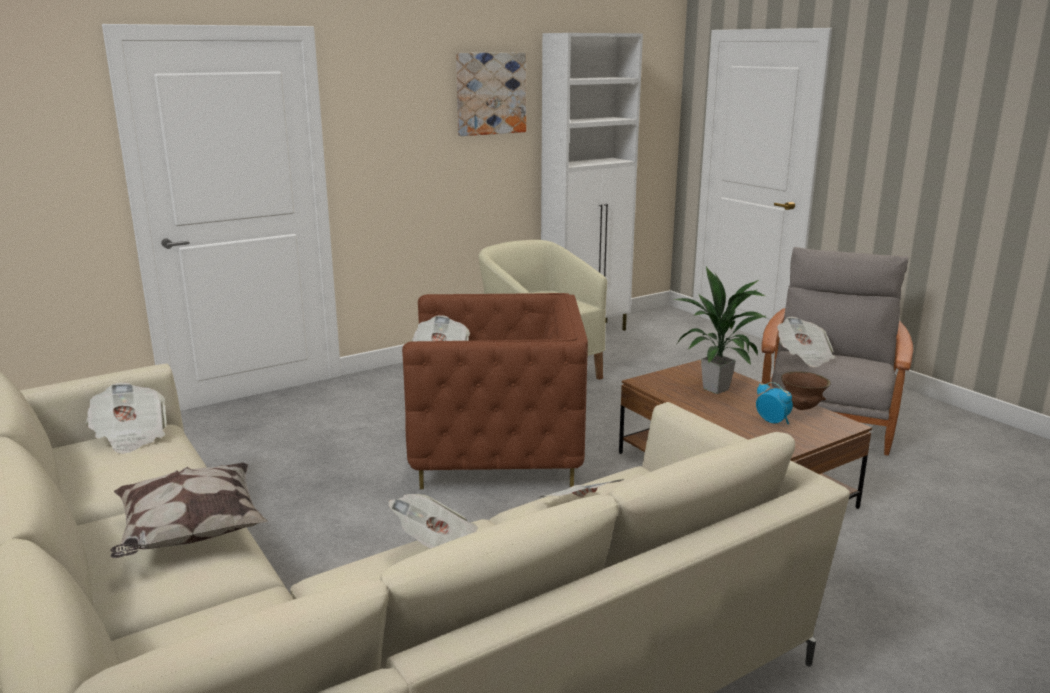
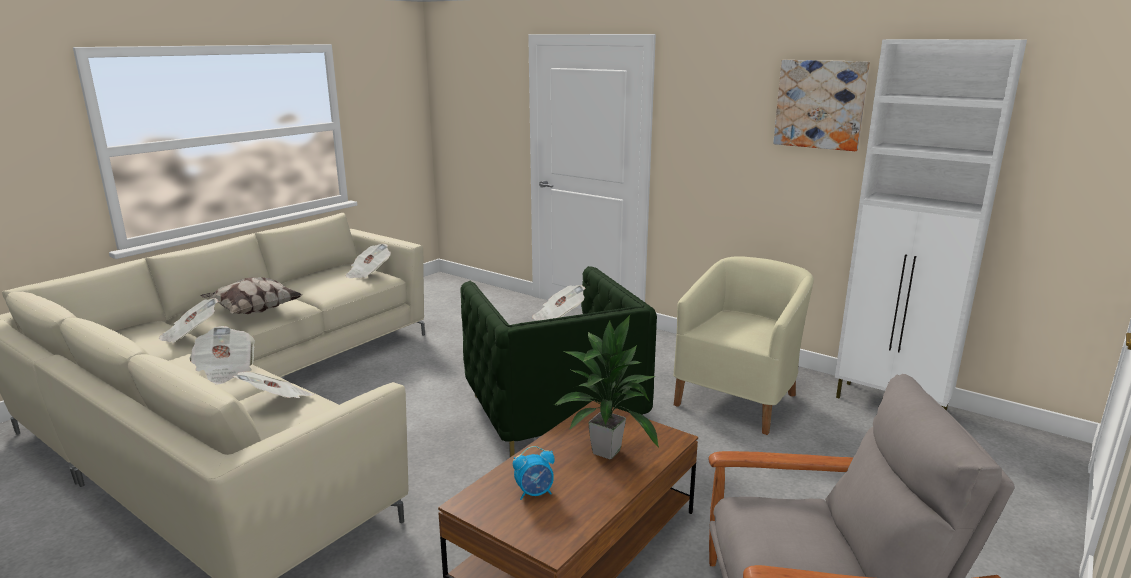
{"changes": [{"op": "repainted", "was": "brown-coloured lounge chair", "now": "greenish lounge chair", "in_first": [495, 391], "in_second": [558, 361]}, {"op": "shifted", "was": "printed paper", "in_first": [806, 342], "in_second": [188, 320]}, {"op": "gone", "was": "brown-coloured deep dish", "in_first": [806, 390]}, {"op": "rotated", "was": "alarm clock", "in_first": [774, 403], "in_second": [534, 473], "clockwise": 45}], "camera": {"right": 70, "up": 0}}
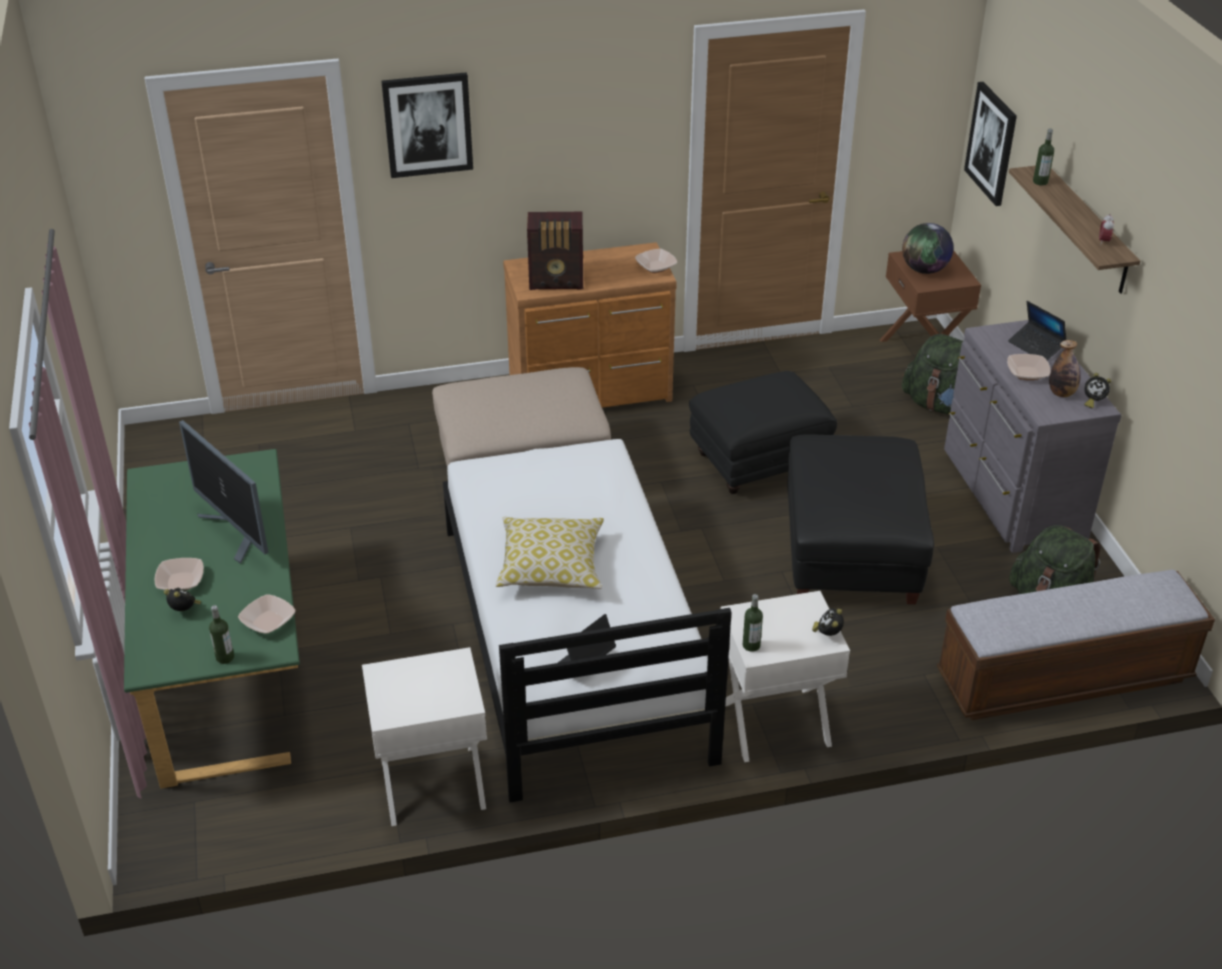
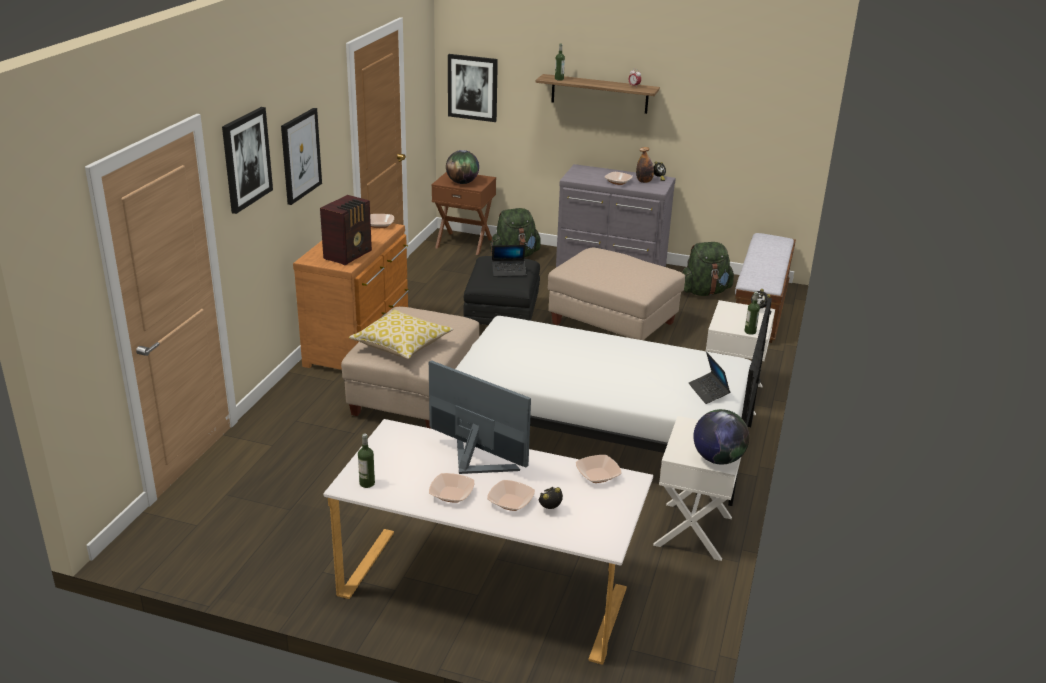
{"changes": [{"op": "shifted", "was": "notebook computer", "in_first": [1037, 331], "in_second": [509, 261]}, {"op": "rotated", "was": "computer screen", "in_first": [223, 492], "in_second": [480, 417], "clockwise": -135}, {"op": "repainted", "was": "blackish ottoman", "now": "beige-coloured ottoman", "in_first": [860, 519], "in_second": [616, 293]}, {"op": "repainted", "was": "greenish desk table", "now": "whitish desk table", "in_first": [212, 618], "in_second": [488, 542]}, {"op": "shifted", "was": "cushion", "in_first": [550, 553], "in_second": [401, 334]}, {"op": "shifted", "was": "drink bottle", "in_first": [221, 634], "in_second": [366, 461]}, {"op": "new", "now": "wall picture", "in_second": [301, 156]}, {"op": "new", "now": "world globe", "in_second": [721, 437]}, {"op": "new", "now": "deep dish", "in_second": [452, 488]}], "camera": {"right": -60, "up": -10}}
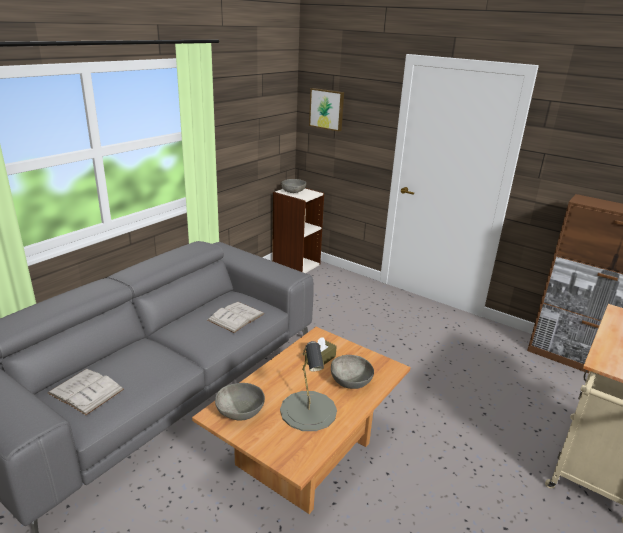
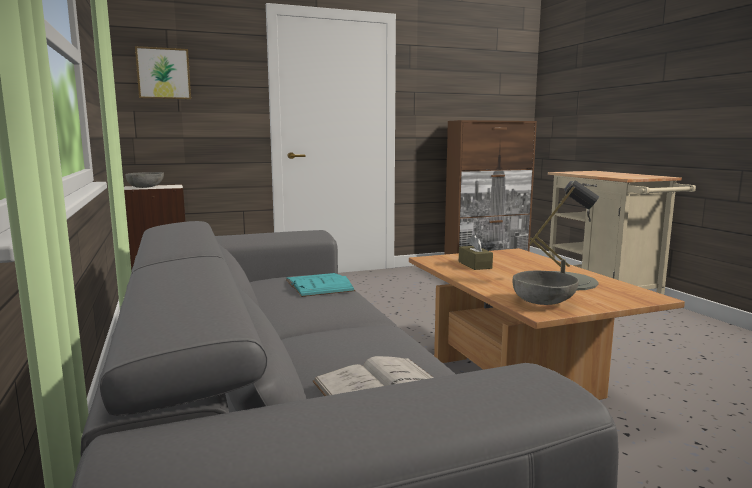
{"changes": [{"op": "repainted", "was": "whitish volume", "now": "turquoise volume", "in_first": [236, 317], "in_second": [320, 285]}, {"op": "gone", "was": "greyish deep dish", "in_first": [352, 372]}], "camera": {"right": -55, "up": -15}}
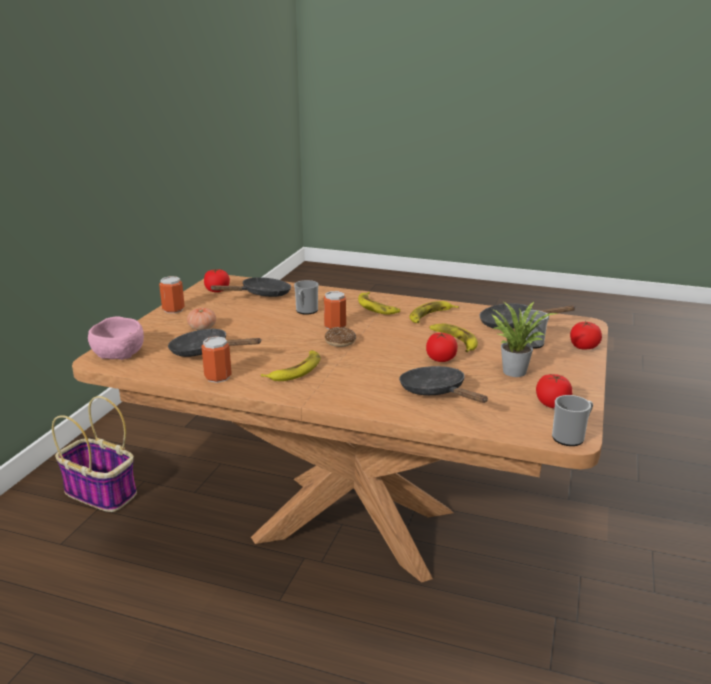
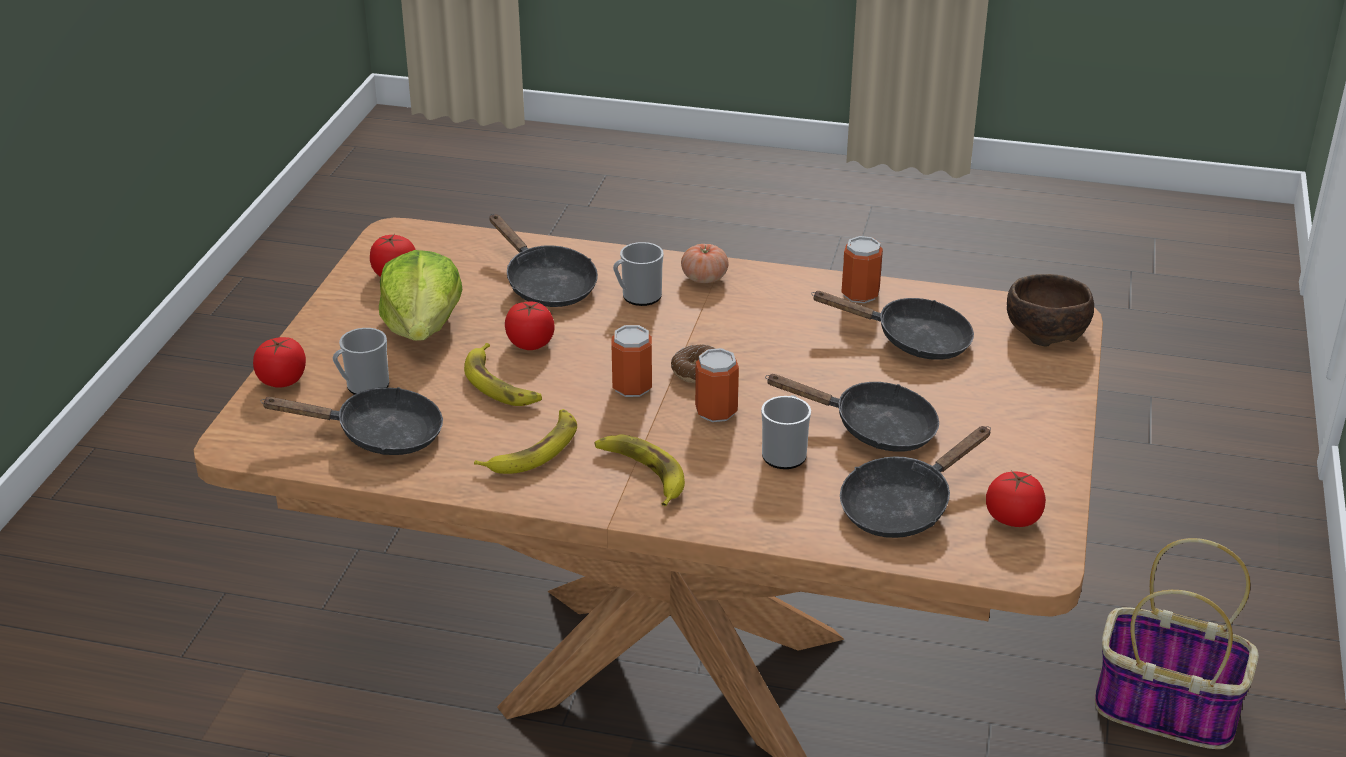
{"changes": [{"op": "shifted", "was": "metal can", "in_first": [172, 294], "in_second": [632, 361]}, {"op": "swapped", "was": "potted plant", "now": "head of lettuce", "in_first": [525, 339], "in_second": [420, 295]}, {"op": "shifted", "was": "fresh tomato", "in_first": [201, 319], "in_second": [705, 263]}, {"op": "repainted", "was": "pinkish deep dish", "now": "brown-coloured deep dish", "in_first": [116, 338], "in_second": [1050, 310]}, {"op": "gone", "was": "banana", "in_first": [291, 365]}, {"op": "shifted", "was": "coffee mug", "in_first": [572, 420], "in_second": [638, 274]}, {"op": "new", "now": "blackish frying pan", "in_second": [852, 413]}], "camera": {"right": 175, "up": 10}}
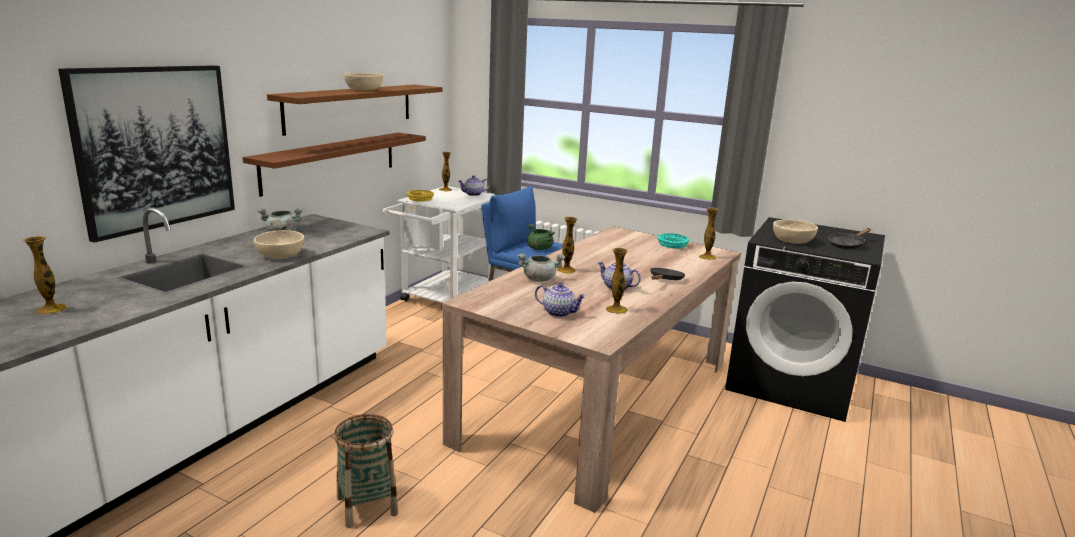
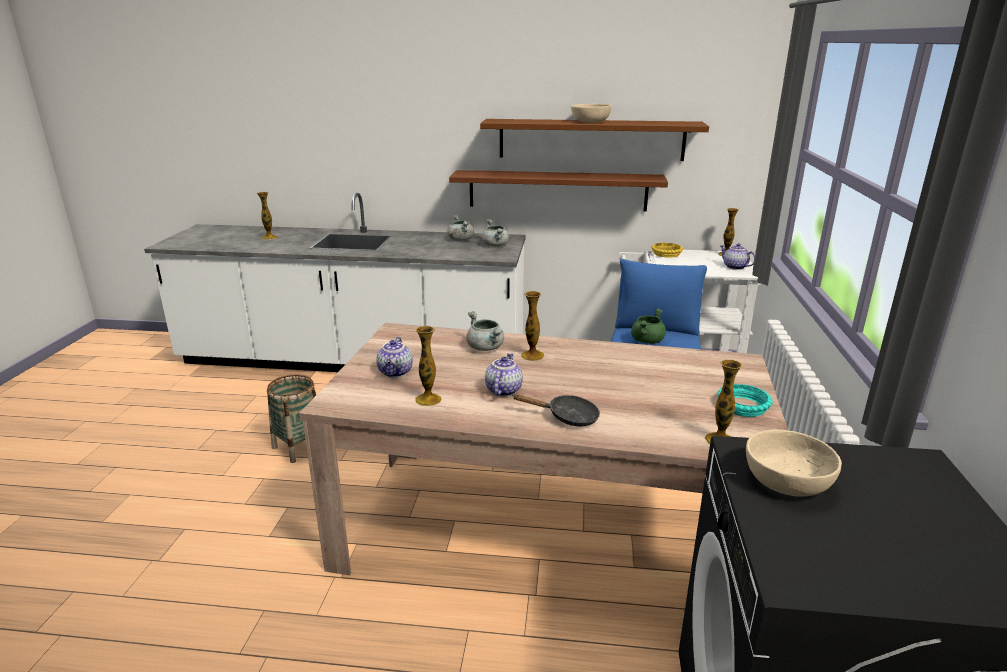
{"changes": [{"op": "gone", "was": "wall picture", "in_first": [146, 154]}, {"op": "gone", "was": "blackish frying pan", "in_first": [850, 238]}, {"op": "gone", "was": "beige-coloured deep dish", "in_first": [279, 244]}, {"op": "new", "now": "greyish cooking pot", "in_second": [495, 233]}], "camera": {"right": 70, "up": 5}}
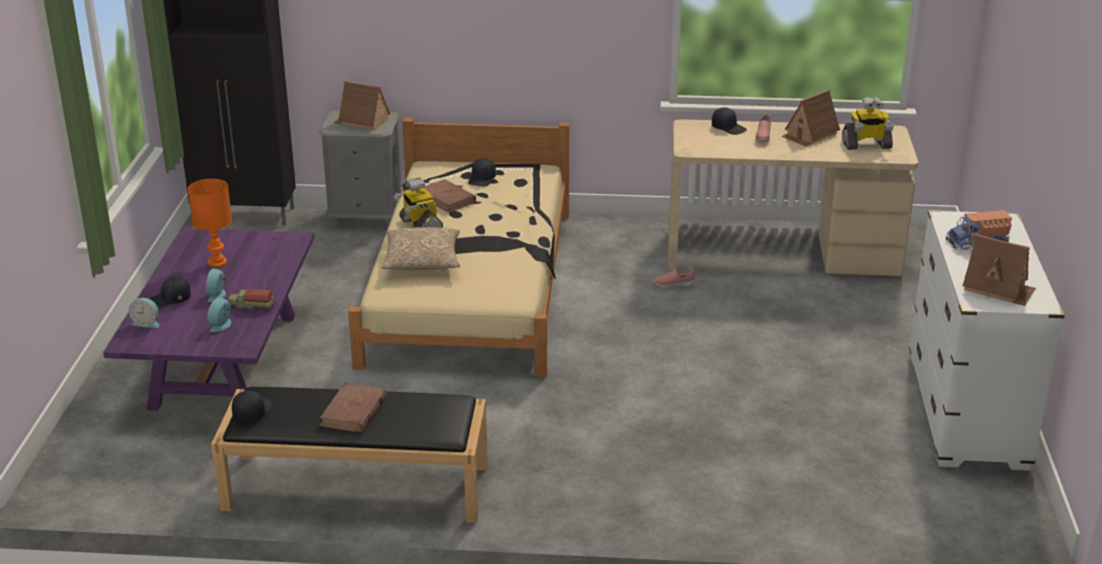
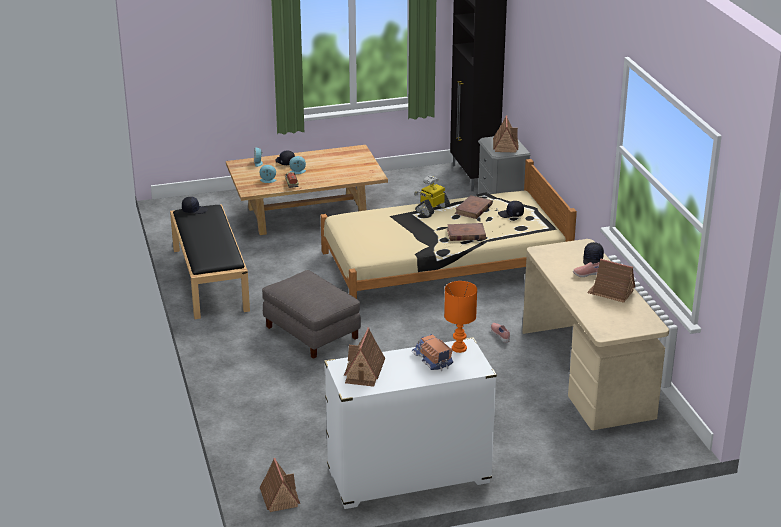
{"changes": [{"op": "gone", "was": "model robot", "in_first": [868, 123]}, {"op": "shifted", "was": "orange-coloured table lamp", "in_first": [210, 223], "in_second": [460, 317]}, {"op": "gone", "was": "cushion", "in_first": [421, 248]}, {"op": "repainted", "was": "purple-coloured low table", "now": "beige-coloured low table", "in_first": [208, 319], "in_second": [307, 190]}, {"op": "shifted", "was": "brown-coloured volume", "in_first": [353, 408], "in_second": [466, 232]}, {"op": "new", "now": "greyish ottoman", "in_second": [311, 314]}, {"op": "new", "now": "miniature house", "in_second": [280, 485]}], "camera": {"right": 70, "up": 0}}
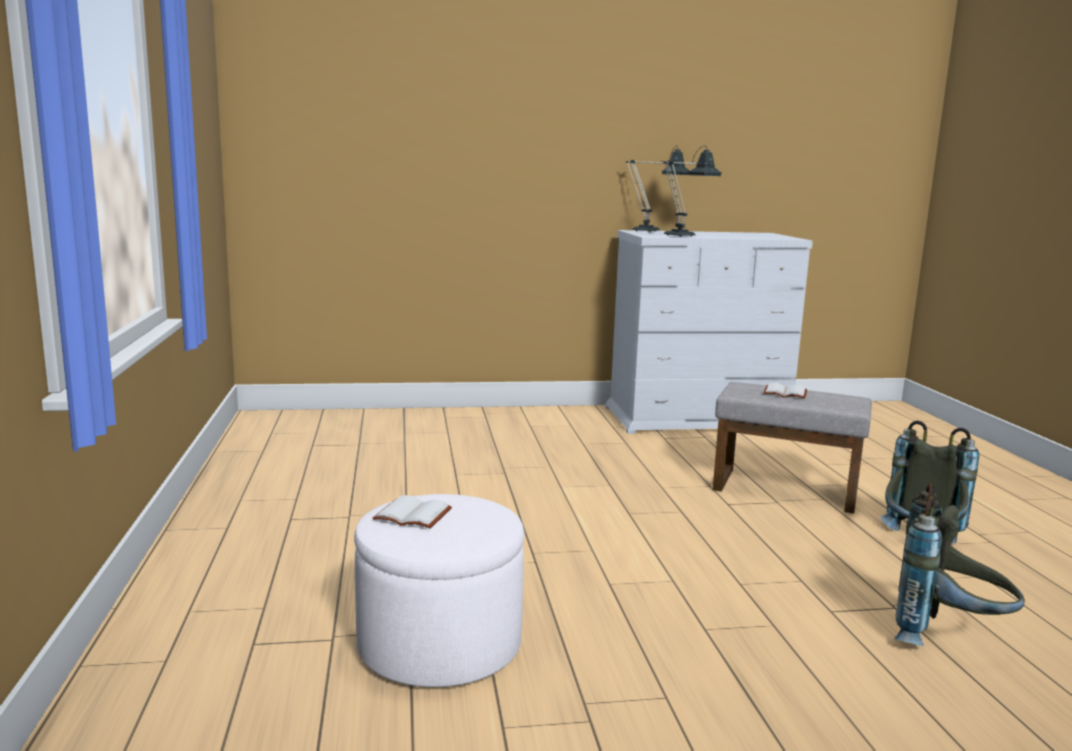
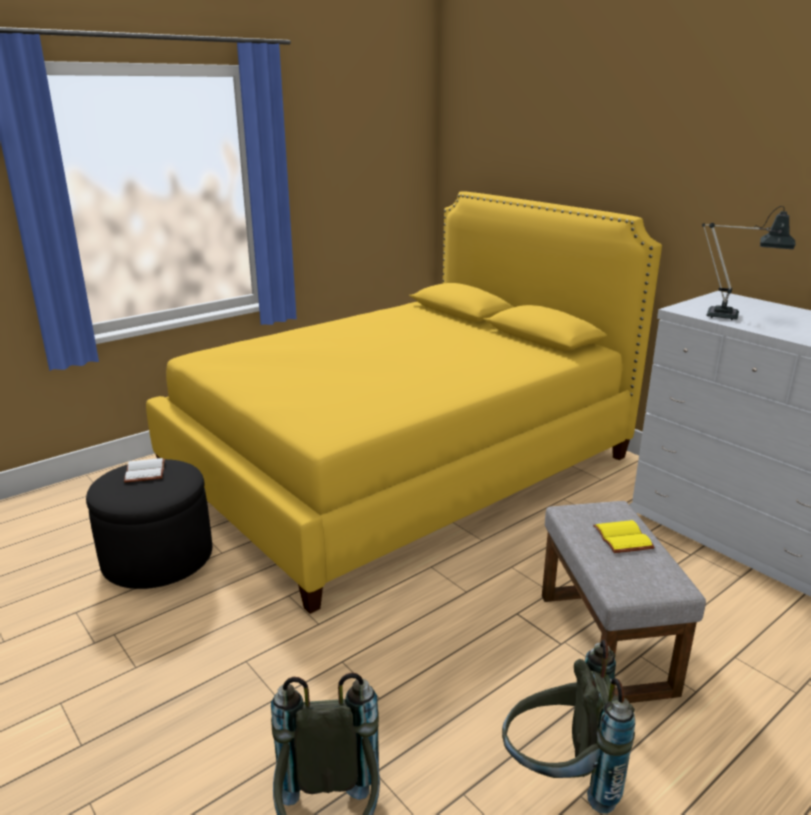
{"changes": [{"op": "gone", "was": "table lamp", "in_first": [657, 188]}, {"op": "repainted", "was": "whitish volume", "now": "yellow volume", "in_first": [785, 390], "in_second": [624, 536]}, {"op": "repainted", "was": "whitish ottoman", "now": "blackish ottoman", "in_first": [439, 590], "in_second": [149, 524]}, {"op": "new", "now": "yellow bedroom bed", "in_second": [404, 402]}], "camera": {"right": 60, "up": 10}}
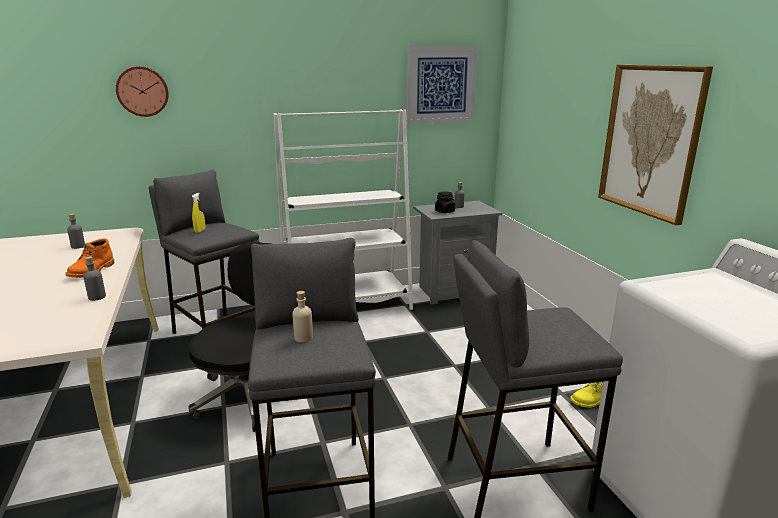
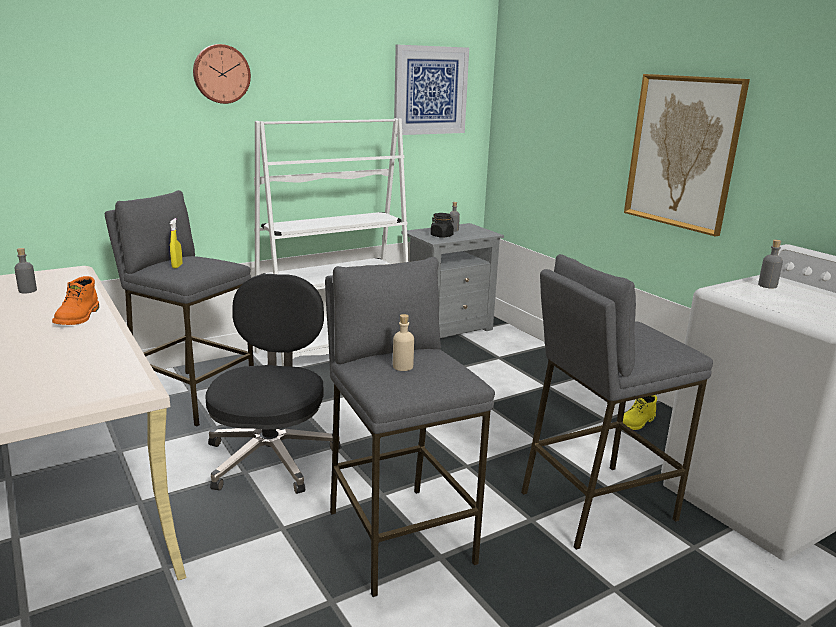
{"changes": [{"op": "shifted", "was": "wall clock", "in_first": [142, 91], "in_second": [222, 74]}, {"op": "shifted", "was": "greyish drink bottle", "in_first": [94, 278], "in_second": [770, 264]}], "camera": {"right": -15, "up": 0}}
